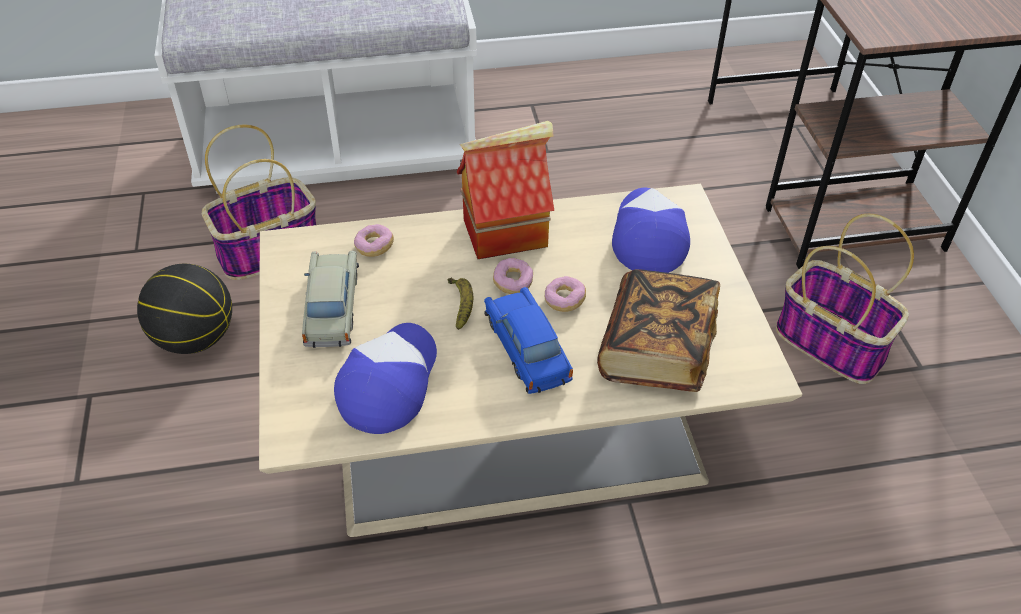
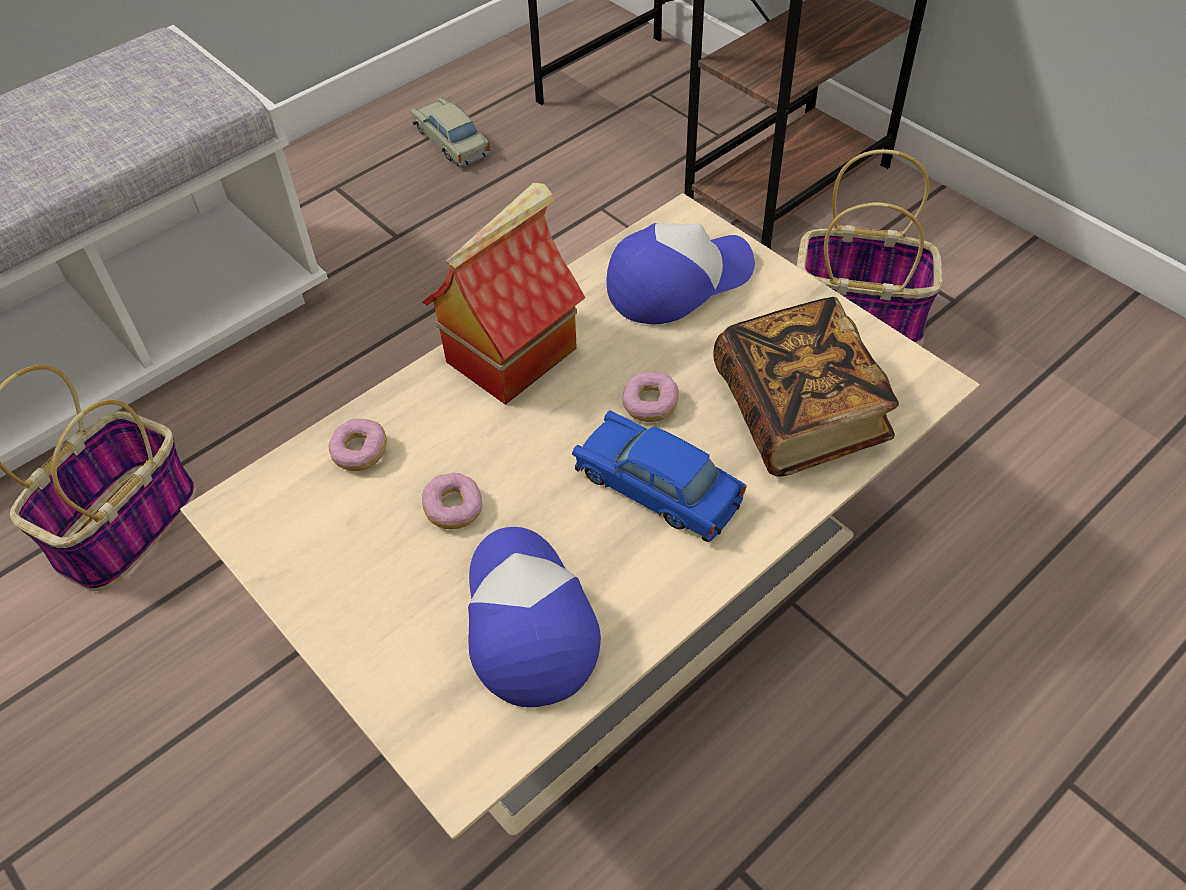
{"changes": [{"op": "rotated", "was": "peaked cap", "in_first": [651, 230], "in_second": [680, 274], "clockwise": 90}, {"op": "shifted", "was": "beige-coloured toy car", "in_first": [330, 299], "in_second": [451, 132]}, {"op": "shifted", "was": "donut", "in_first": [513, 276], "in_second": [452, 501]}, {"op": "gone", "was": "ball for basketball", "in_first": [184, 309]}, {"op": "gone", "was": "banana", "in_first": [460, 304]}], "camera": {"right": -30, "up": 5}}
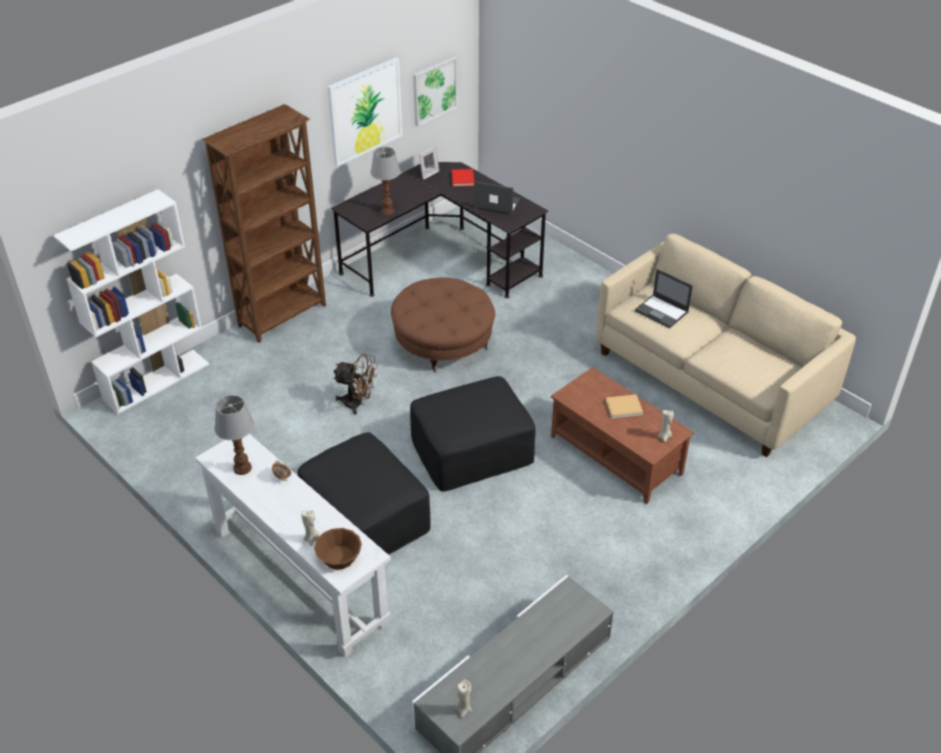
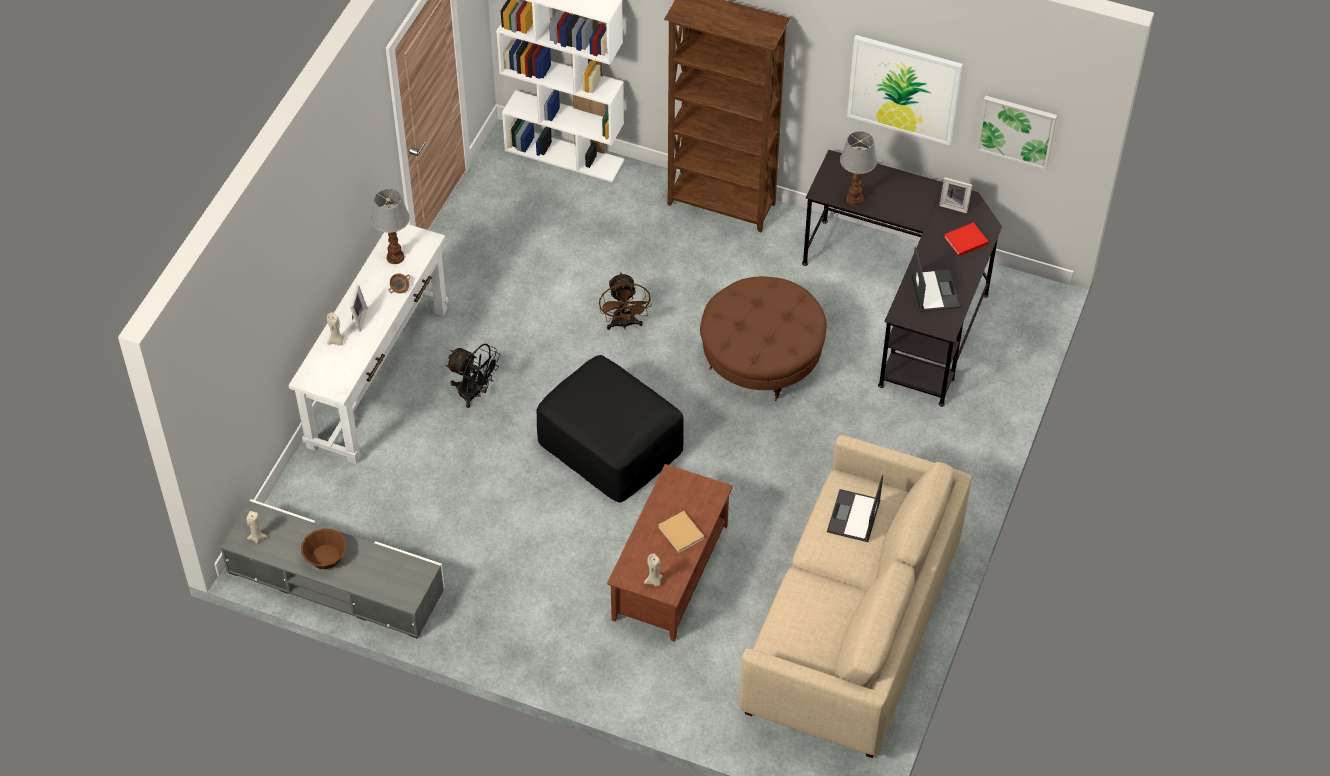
{"changes": [{"op": "swapped", "was": "blackish ottoman", "now": "blackish cooling fan", "in_first": [363, 493], "in_second": [473, 376]}, {"op": "shifted", "was": "brown-coloured deep dish", "in_first": [338, 549], "in_second": [323, 548]}, {"op": "new", "now": "photo frame", "in_second": [359, 308]}], "camera": {"right": 65, "up": 10}}
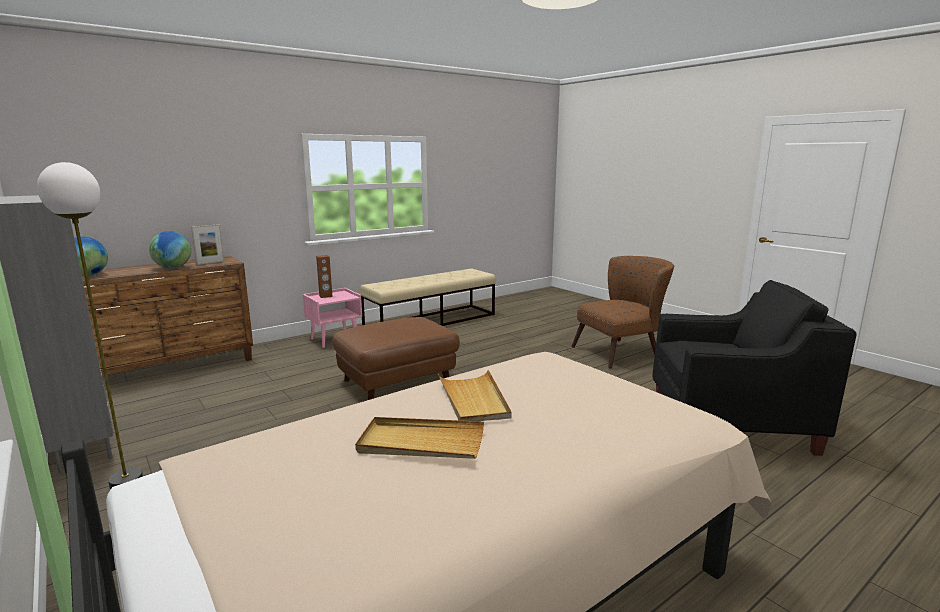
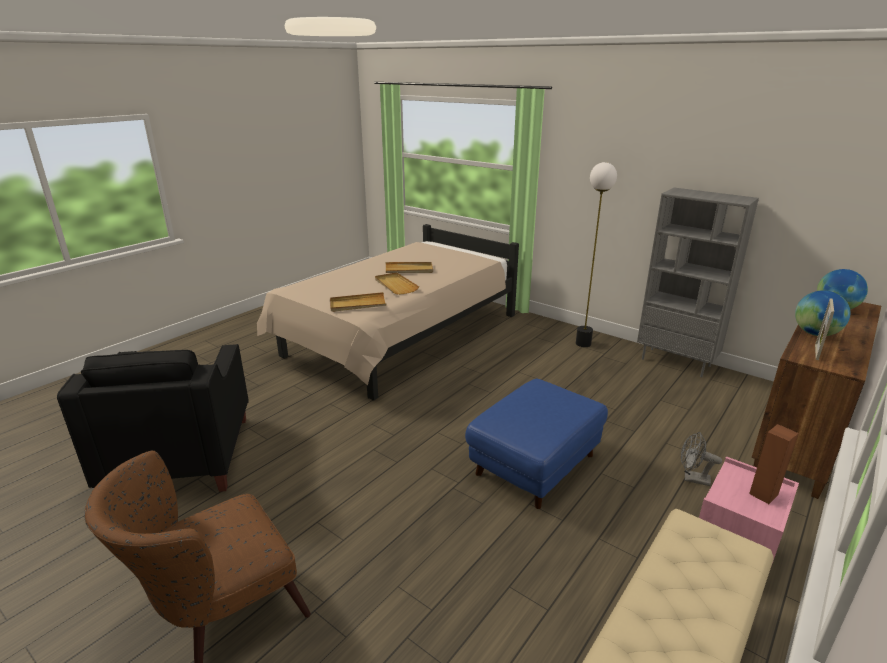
{"changes": [{"op": "rotated", "was": "blackish lounge chair", "in_first": [754, 368], "in_second": [153, 418], "clockwise": -90}, {"op": "repainted", "was": "brown-coloured ottoman", "now": "blue ottoman", "in_first": [396, 358], "in_second": [536, 444]}, {"op": "new", "now": "beige-coloured carrying tray", "in_second": [358, 302]}, {"op": "new", "now": "greyish cooling fan", "in_second": [701, 459]}], "camera": {"right": 165, "up": 10}}
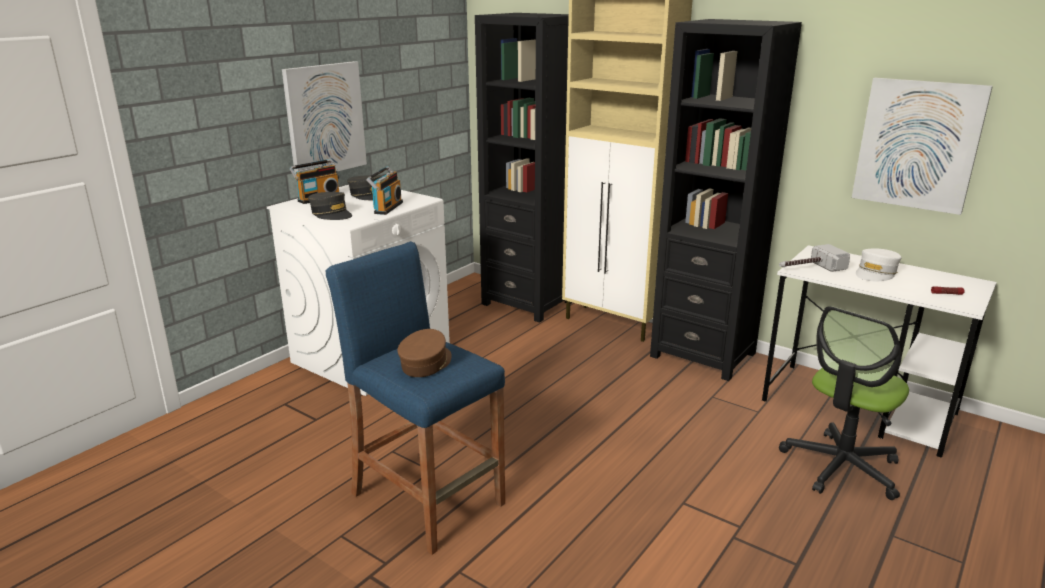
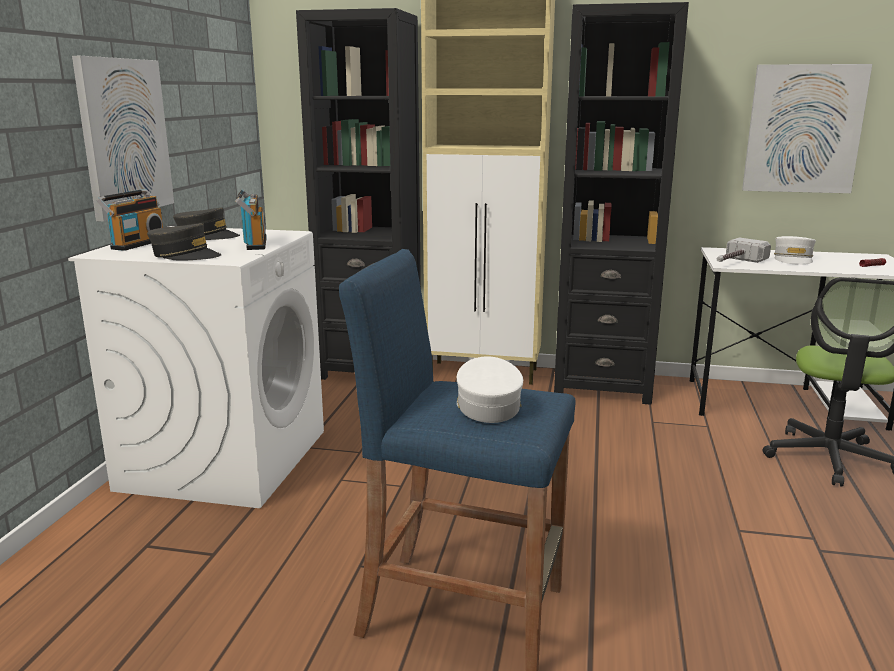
{"changes": [{"op": "repainted", "was": "brown-coloured peaked cap", "now": "whitish peaked cap", "in_first": [424, 353], "in_second": [490, 389]}], "camera": {"right": -25, "up": -5}}
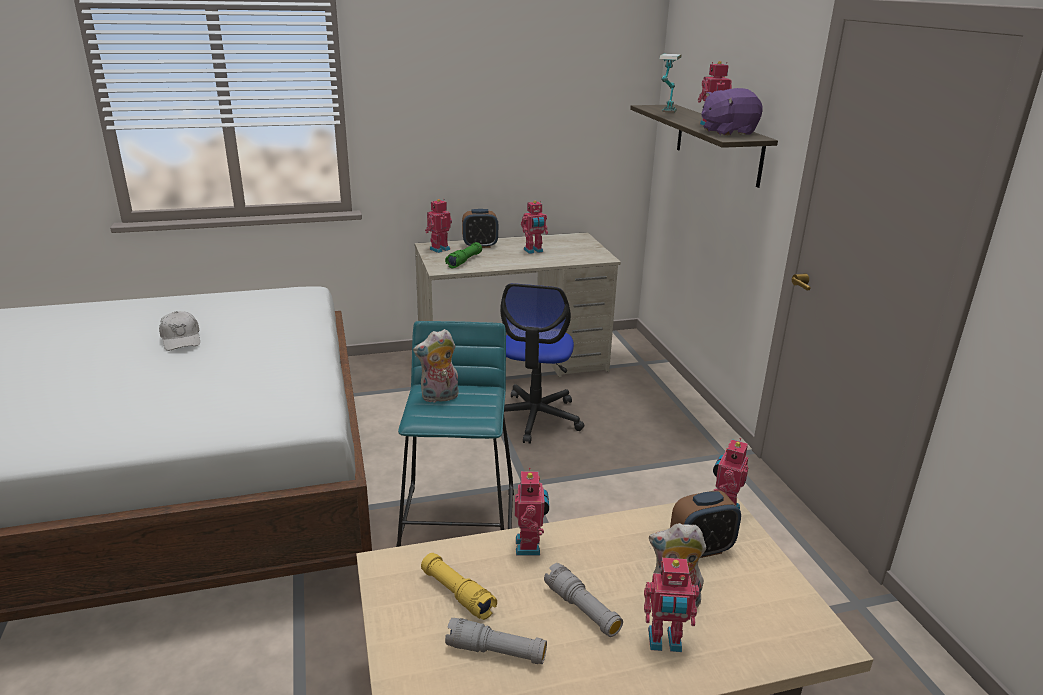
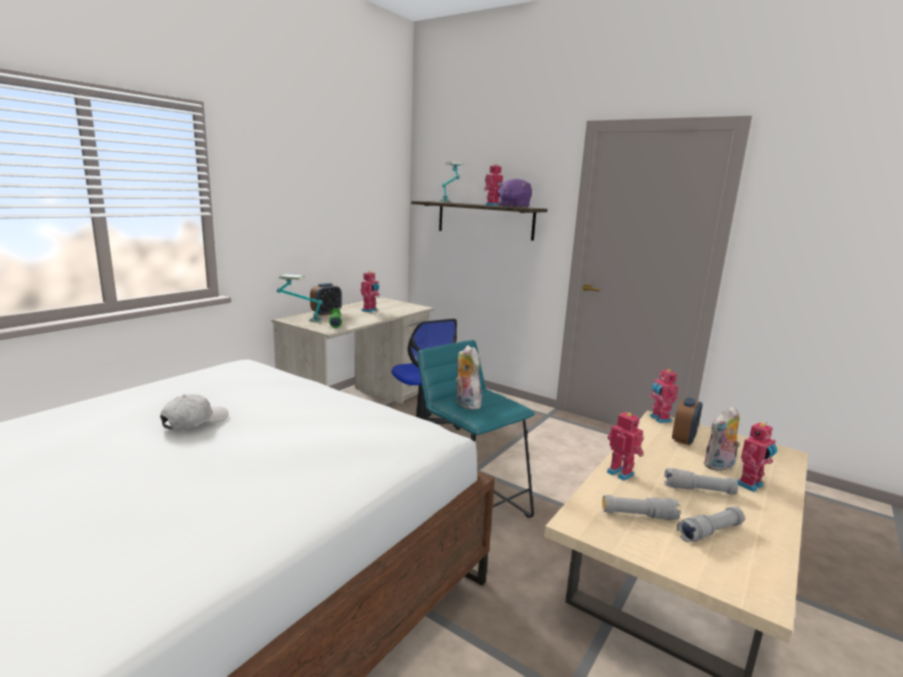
{"changes": [{"op": "swapped", "was": "model robot", "now": "table lamp", "in_first": [438, 226], "in_second": [300, 298]}, {"op": "rotated", "was": "whitish peaked cap", "in_first": [179, 331], "in_second": [194, 412], "clockwise": -75}, {"op": "rotated", "was": "cuddly toy", "in_first": [436, 366], "in_second": [469, 377], "clockwise": 120}, {"op": "repainted", "was": "yellow flashlight", "now": "greyish flashlight", "in_first": [459, 586], "in_second": [641, 507]}], "camera": {"right": -40, "up": -10}}
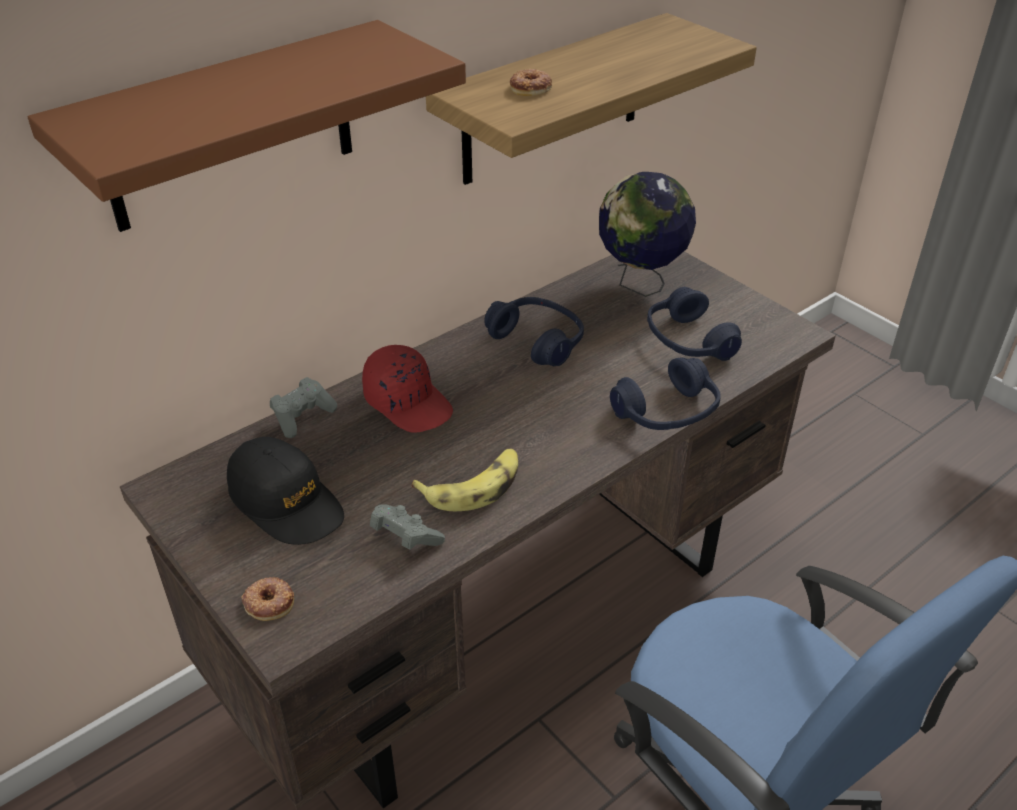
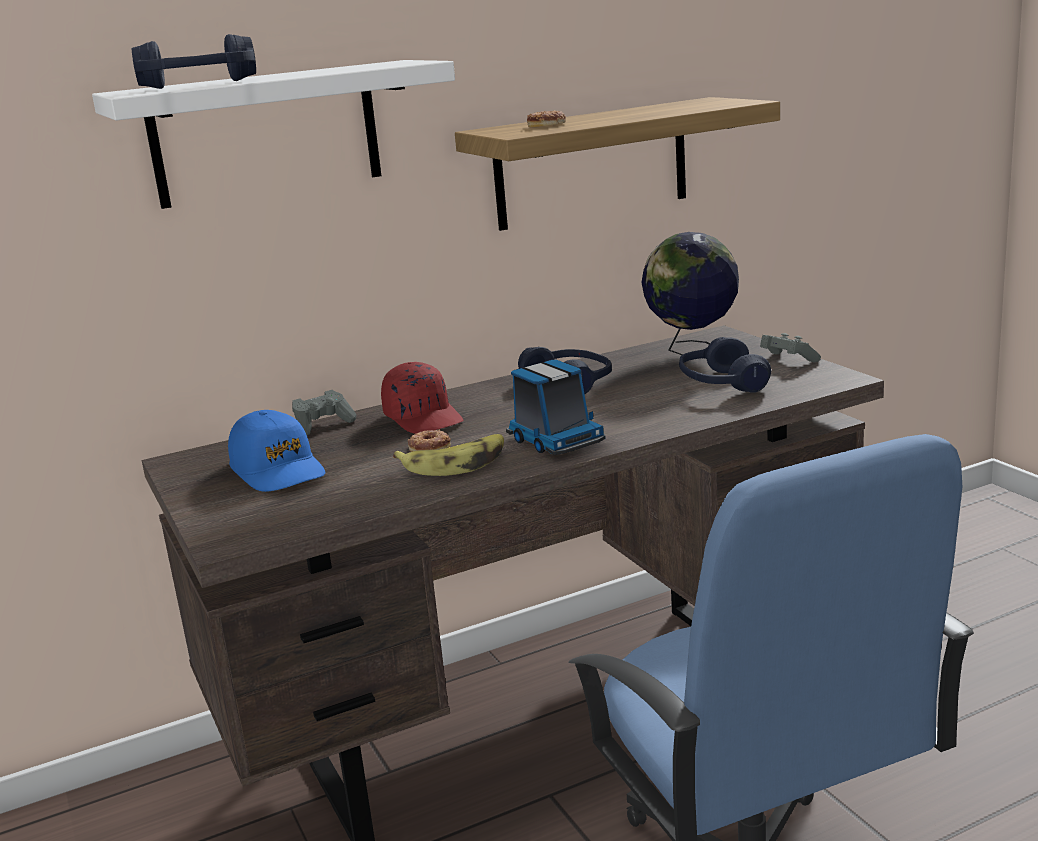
{"changes": [{"op": "repainted", "was": "brown-coloured bracket shelf", "now": "whitish bracket shelf", "in_first": [247, 126], "in_second": [273, 134]}, {"op": "shifted", "was": "blue headphones", "in_first": [665, 394], "in_second": [194, 61]}, {"op": "repainted", "was": "blackish peaked cap", "now": "blue peaked cap", "in_first": [285, 491], "in_second": [276, 451]}, {"op": "shifted", "was": "greyish joypad", "in_first": [407, 527], "in_second": [790, 348]}, {"op": "shifted", "was": "donut", "in_first": [267, 599], "in_second": [429, 441]}, {"op": "new", "now": "model truck", "in_second": [555, 407]}], "camera": {"right": 15, "up": -20}}
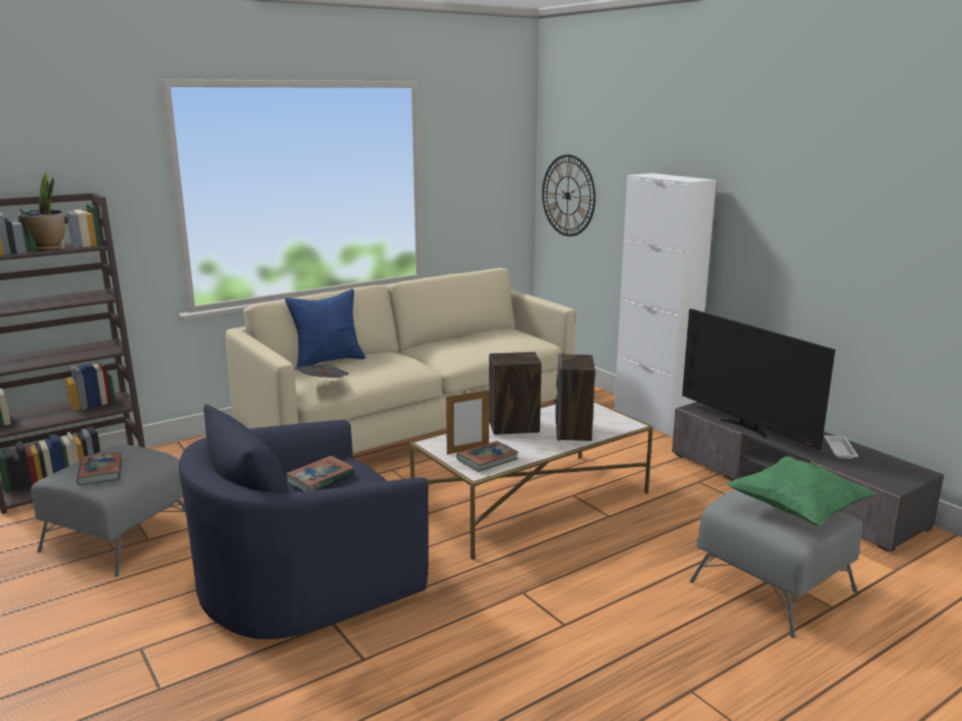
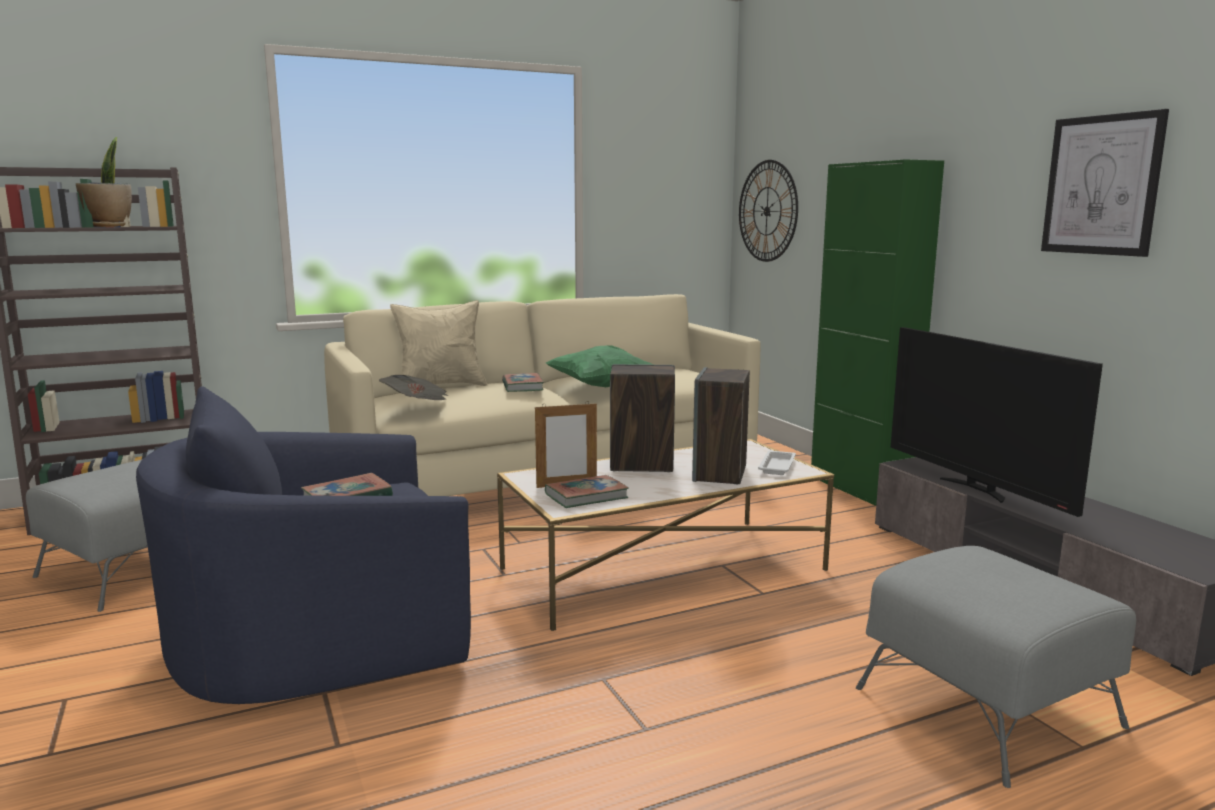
{"changes": [{"op": "repainted", "was": "whitish cupboard", "now": "greenish cupboard", "in_first": [665, 305], "in_second": [877, 332]}, {"op": "repainted", "was": "blue cushion", "now": "beige-coloured cushion", "in_first": [325, 328], "in_second": [438, 343]}, {"op": "shifted", "was": "whitish carrying tray", "in_first": [841, 447], "in_second": [777, 463]}, {"op": "shifted", "was": "volume", "in_first": [99, 468], "in_second": [523, 382]}, {"op": "shifted", "was": "greenish cushion", "in_first": [801, 491], "in_second": [600, 366]}, {"op": "new", "now": "wall picture", "in_second": [1105, 183]}], "camera": {"right": 10, "up": -5}}
